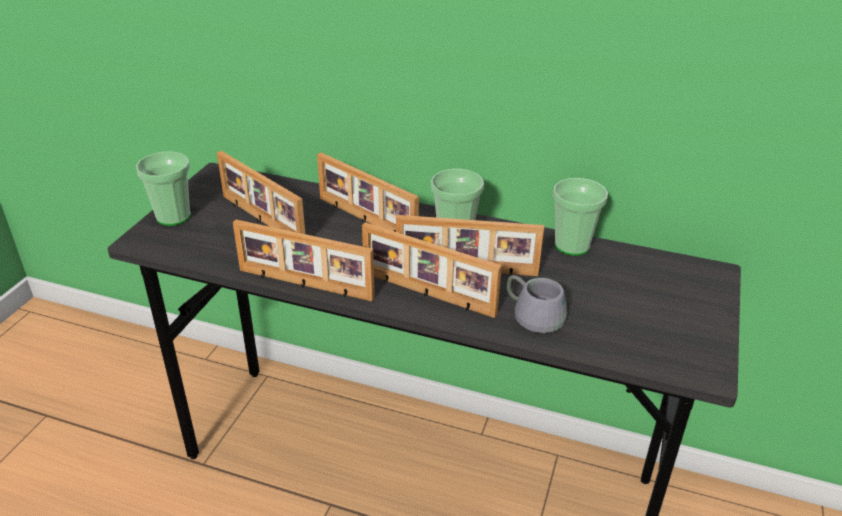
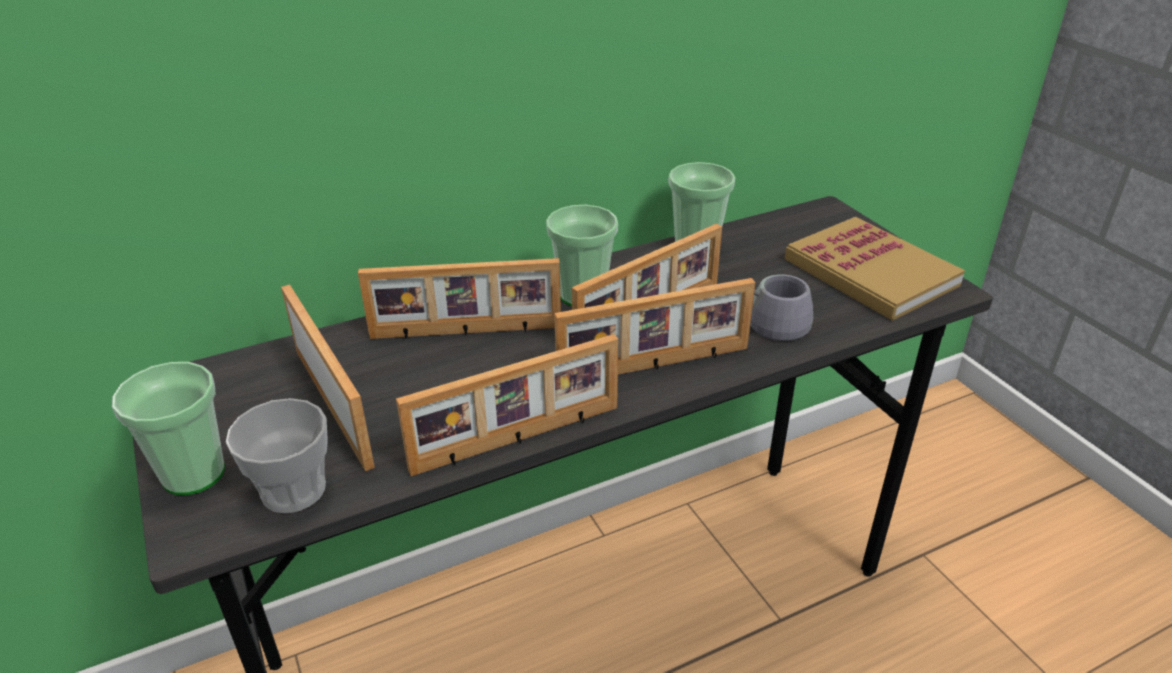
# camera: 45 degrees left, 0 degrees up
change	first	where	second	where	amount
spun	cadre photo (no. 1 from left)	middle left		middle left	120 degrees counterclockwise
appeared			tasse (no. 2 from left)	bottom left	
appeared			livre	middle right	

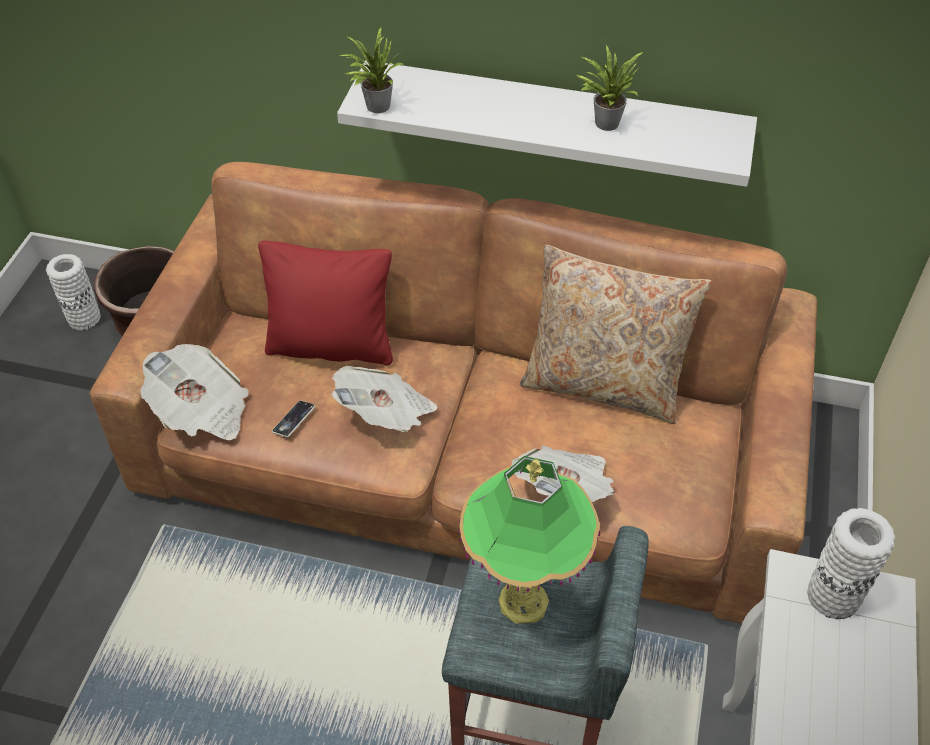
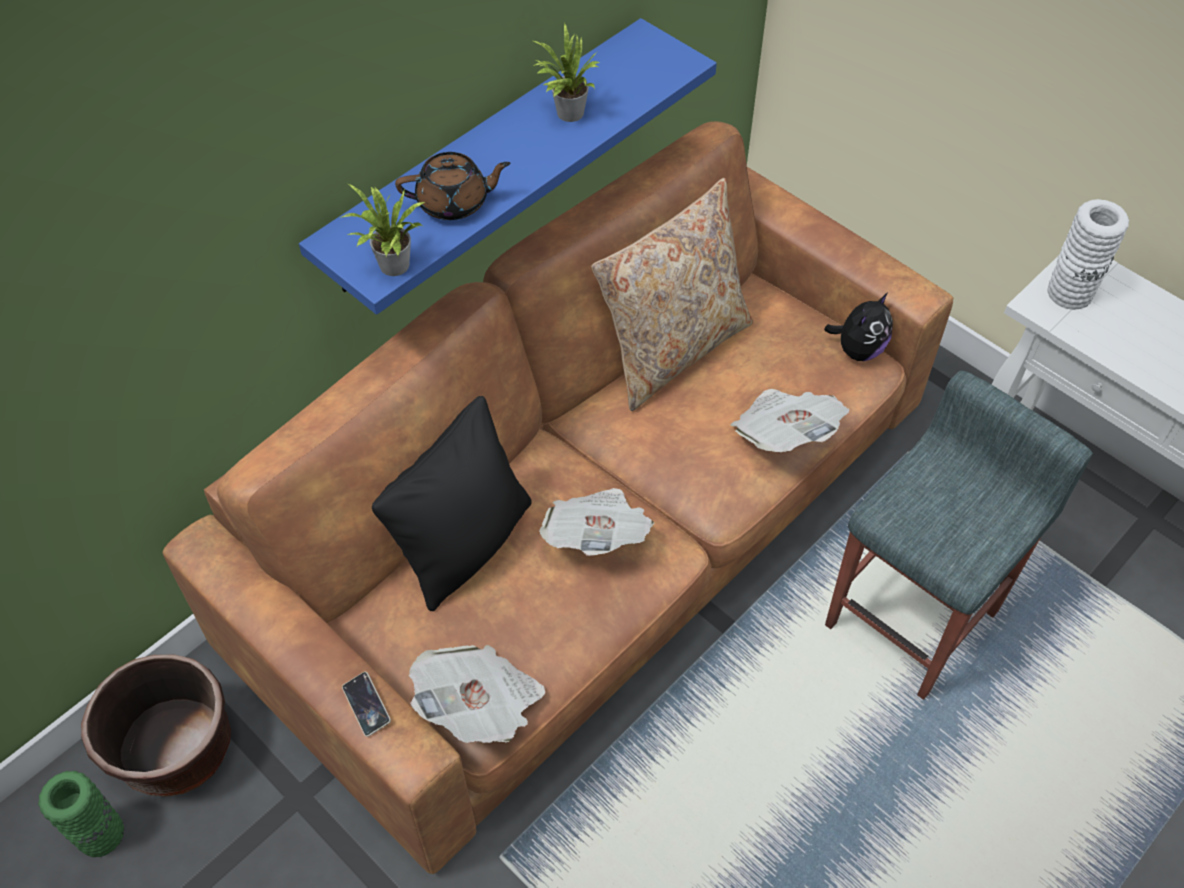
# camera: 60 degrees left, 5 degrees up
change	first	where	second	where	amount
colour	vase [blanc] (no. 1 from left)	middle left	vase [vert]	bottom left	
colour	coussin [rouge]	centre	coussin [noir]	centre	
relocated	téléphone	middle left		bottom left	
colour	étagère [blanc]	top centre	étagère [bleu]	top centre	
missing	lampe de table	bottom centre			
appeared			théière [marron]	top centre	
appeared			peluche	middle right	

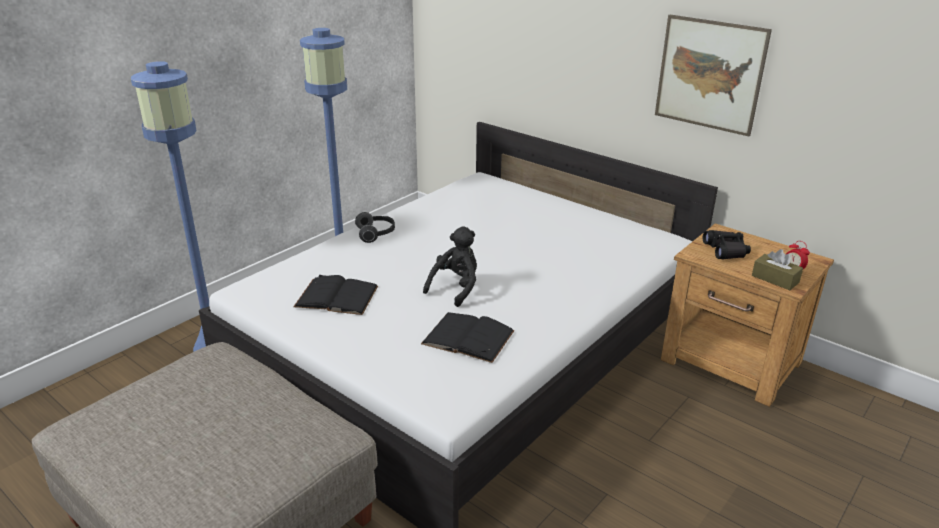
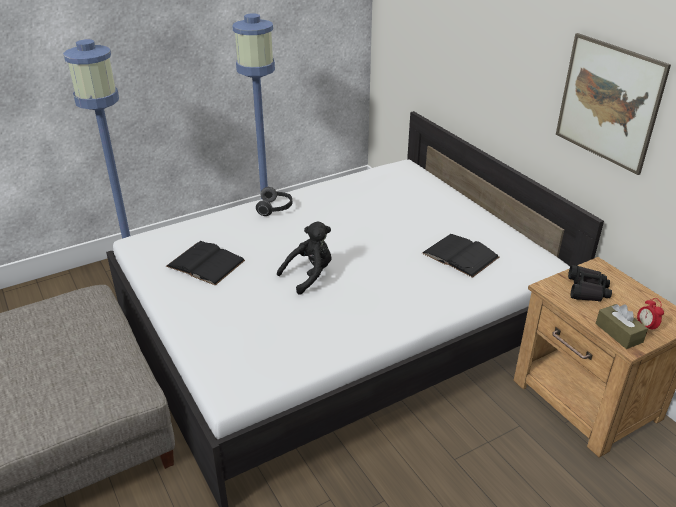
# camera: 20 degrees right, 5 degrees up
change	first	where	second	where	amount
relocated	livre [noir] (no. 2 from left)	centre		middle right	

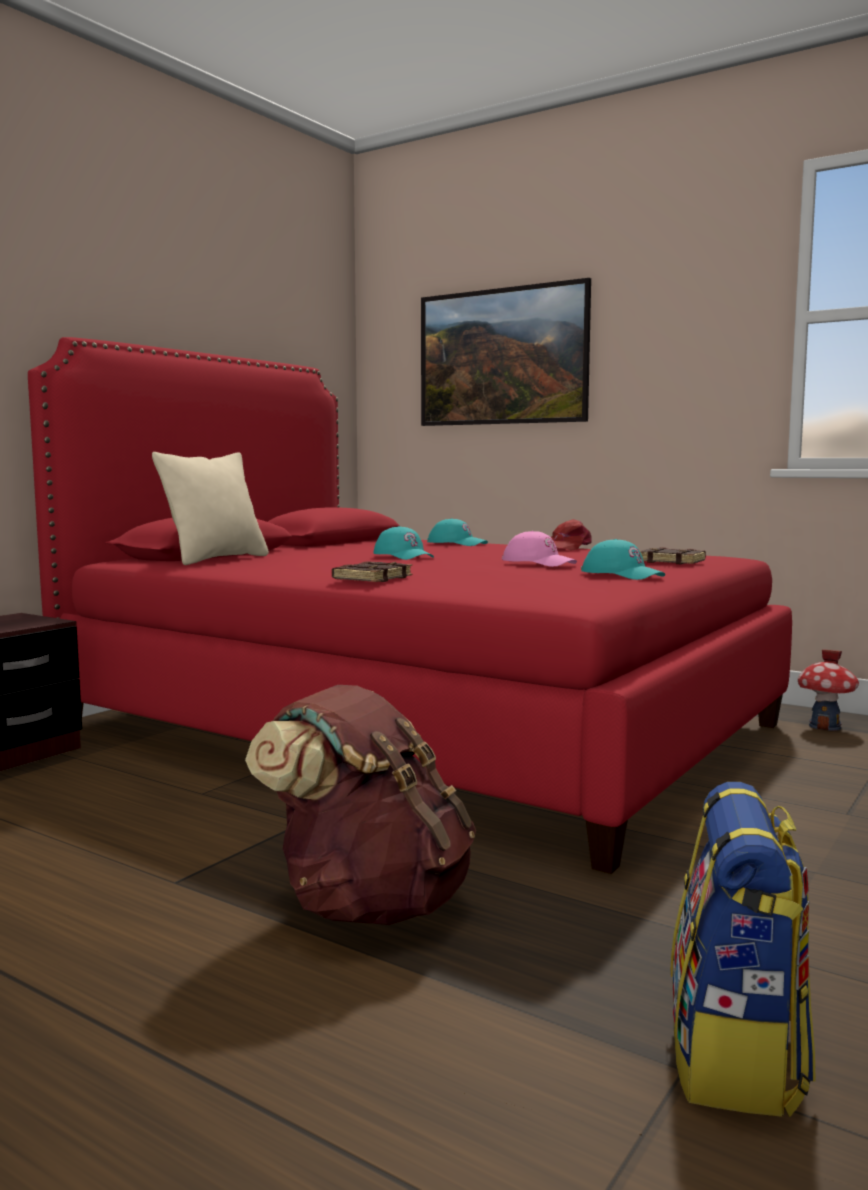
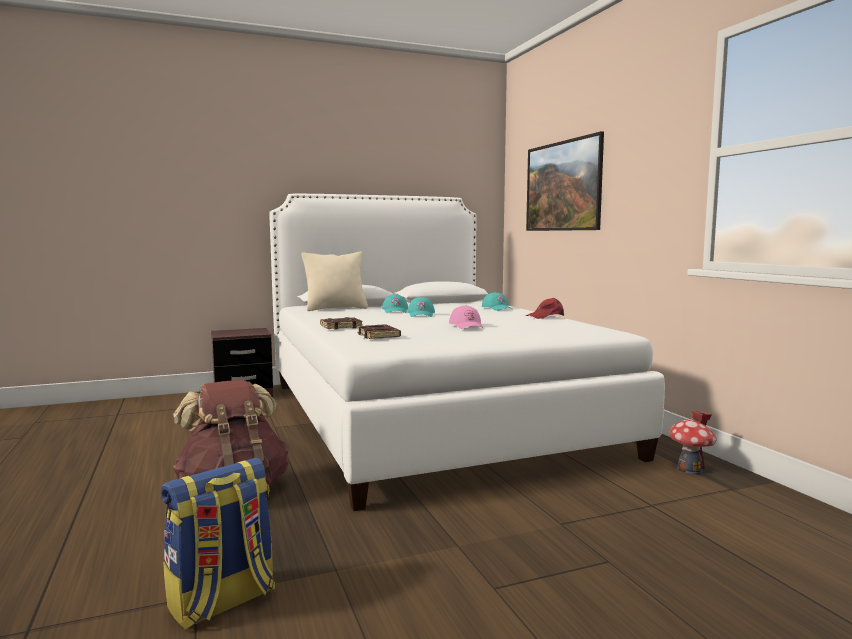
# camera: 35 degrees right, 0 degrees up
change	first	where	second	where	amount
colour	lit [rouge]	centre	lit [blanc]	centre	
relocated	casquette [turquoise] (no. 3 from left in the first image)	middle right	casquette [turquoise] (no. 1 from left)	centre	
relocated	livre [marron] (no. 2 from left)	middle right		centre	

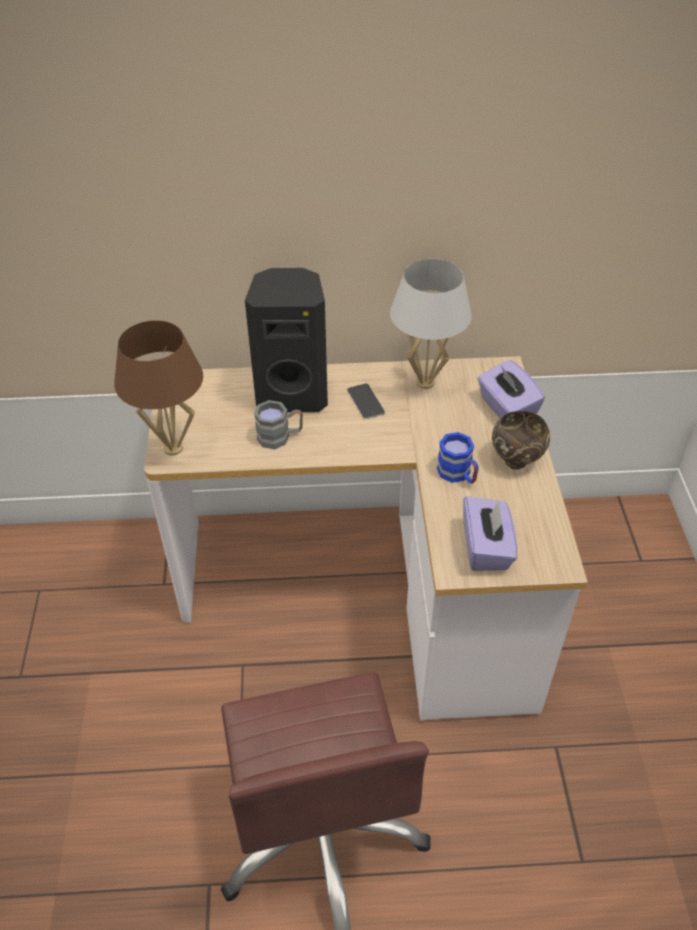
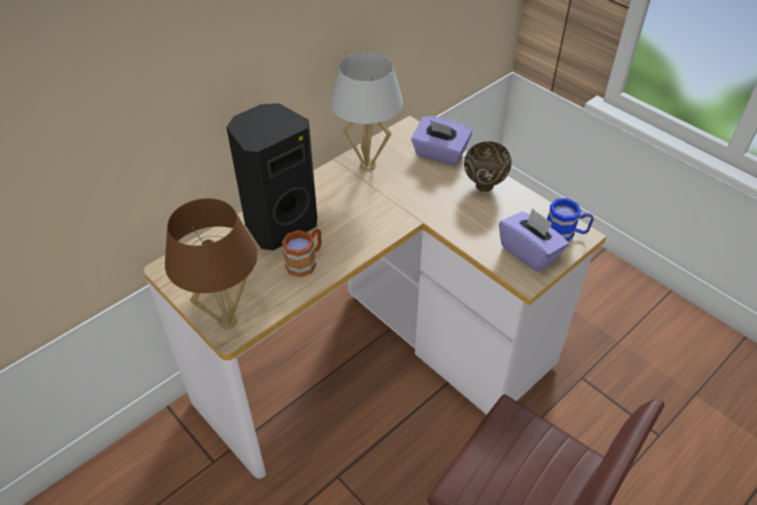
# camera: 40 degrees left, 0 degrees up
change	first	where	second	where	amount
colour	mug [gris]	centre	mug [marron]	centre	
missing	téléphone	centre			
relocated	mug [bleu]	centre		middle right	

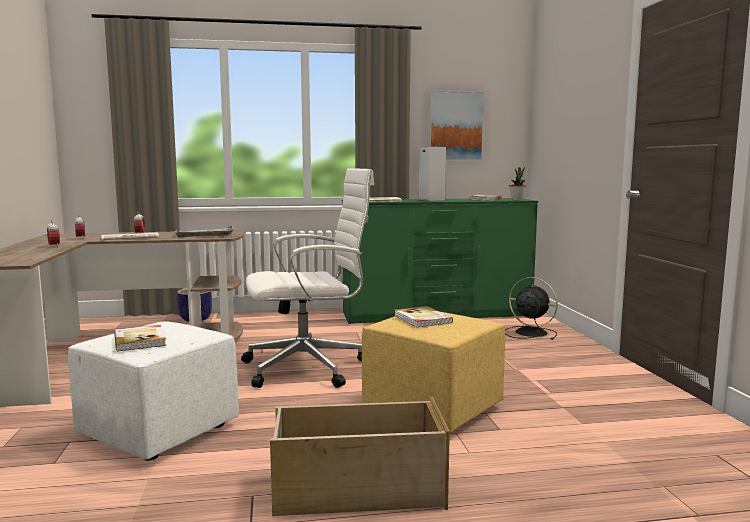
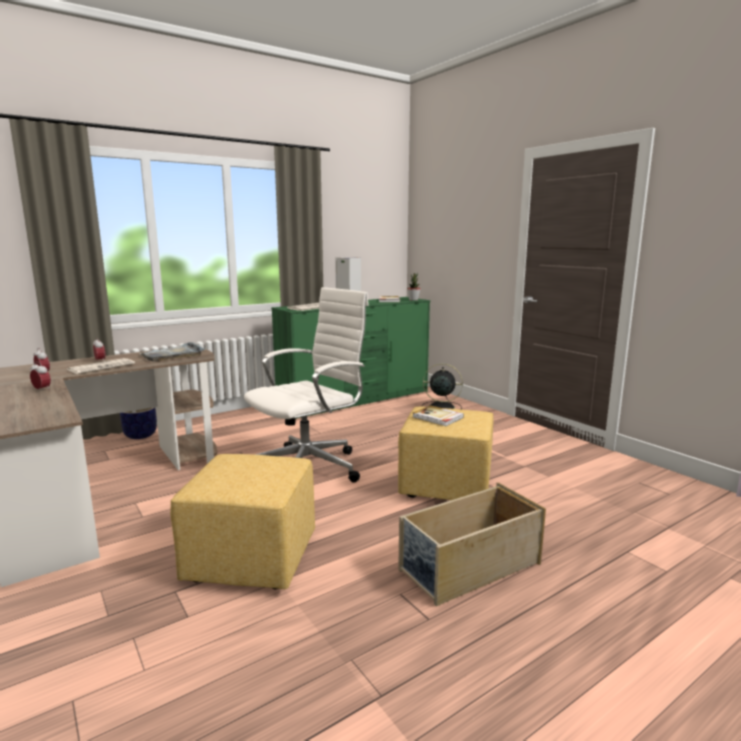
# camera: 25 degrees left, 5 degrees up
change	first	where	second	where	amount
colour	pouf [blanc]	bottom left	pouf [jaune] (no. 1 from left)	bottom left	
missing	livre (no. 1 from left)	middle left			
missing	tableau	top centre			

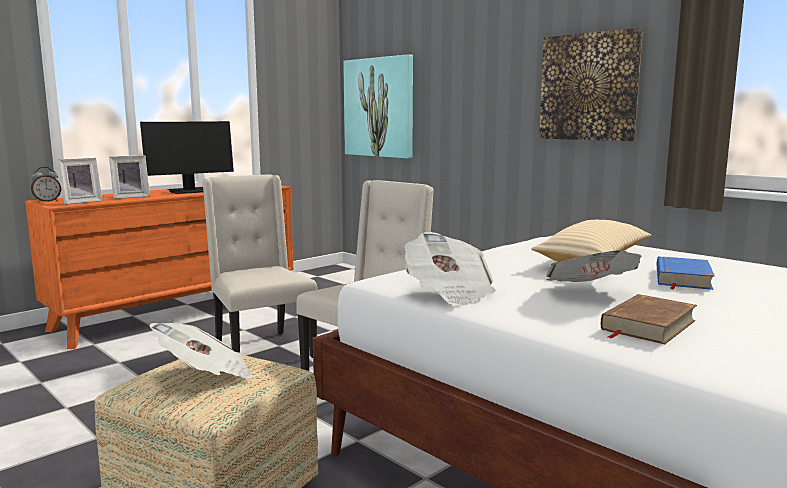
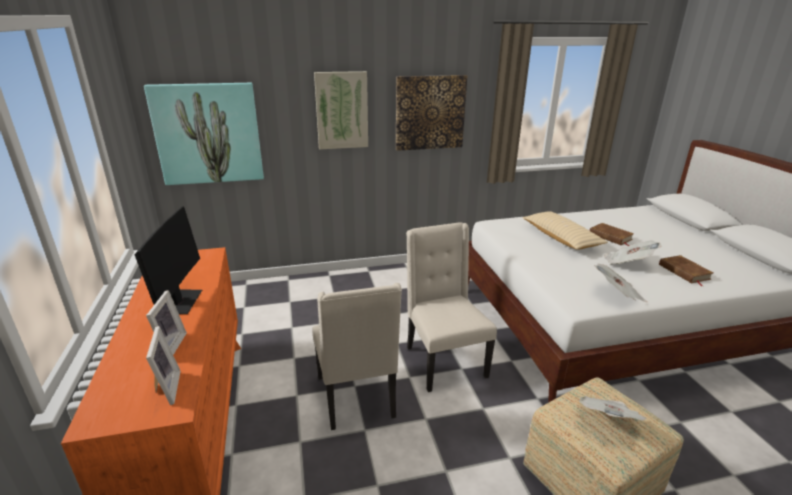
# camera: 60 degrees left, 15 degrees up
change	first	where	second	where	amount
missing	réveil	middle left			
spun	chaise [beige] (no. 1 from left)	middle left		bottom centre	105 degrees counterclockwise
colour	livre [bleu]	middle right	livre [marron] (no. 1 from left)	middle right	
appeared			tableau (no. 2 from left)	top centre	

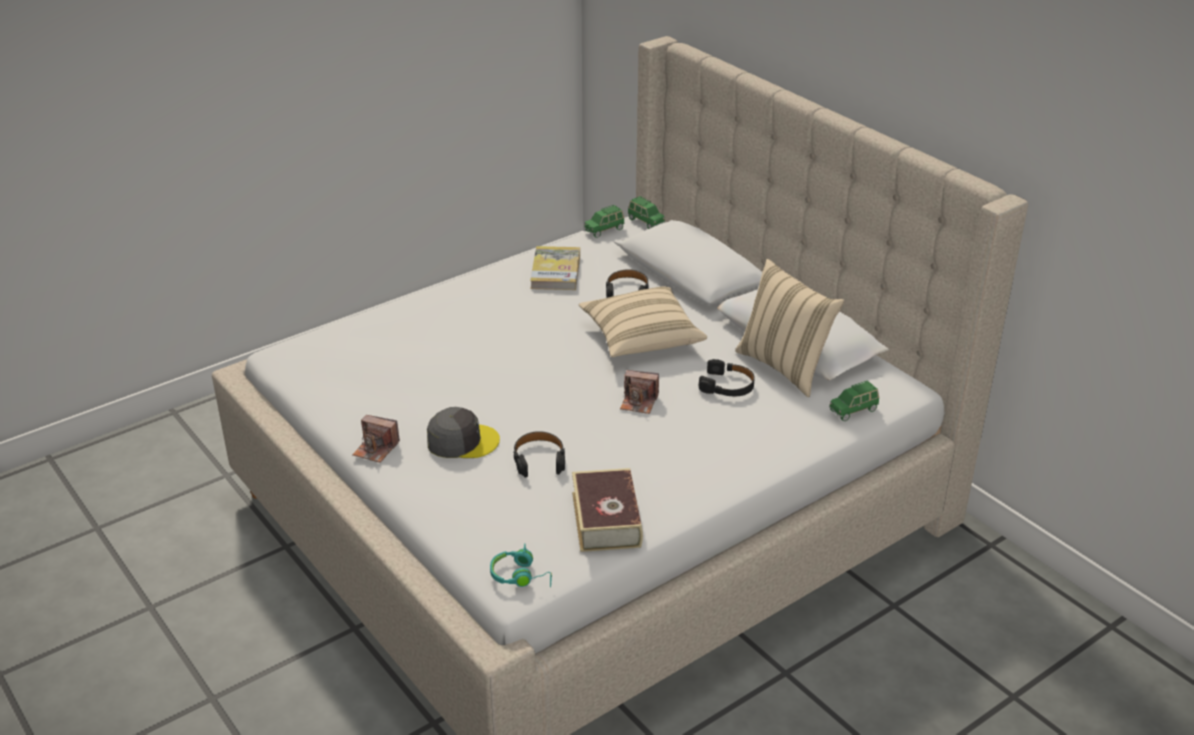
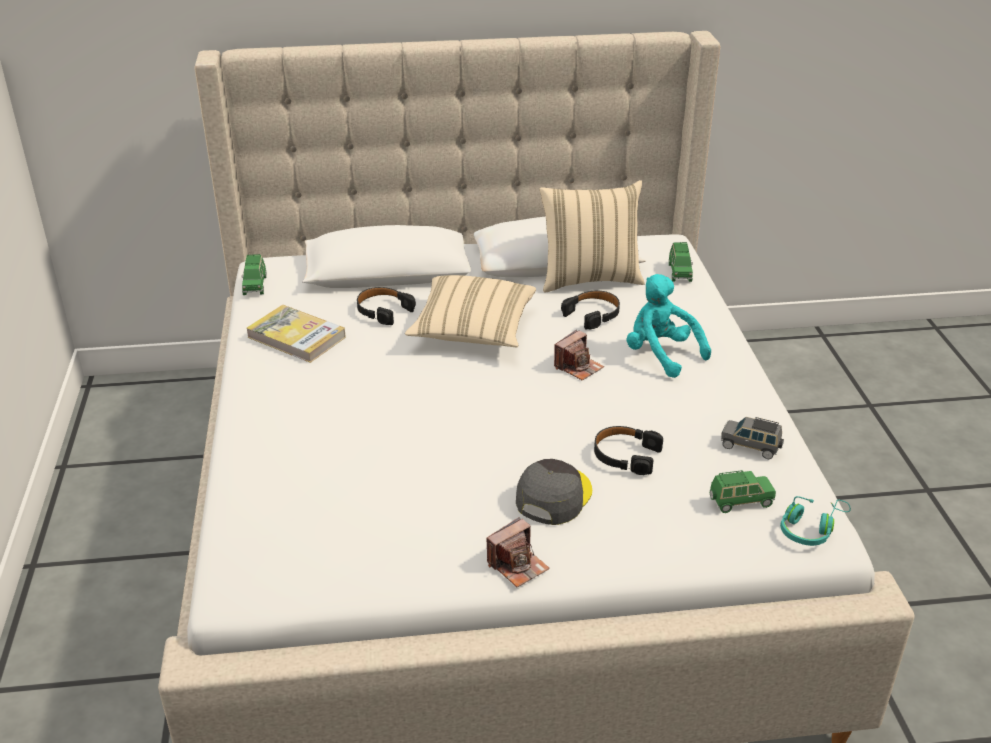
# camera: 60 degrees left, 0 degrees up
change	first	where	second	where	amount
exchanged	livre (no. 2 from left)	bottom centre	petite voiture [gris]	middle right	
relocated	petite voiture [vert] (no. 2 from left in the first image)	top centre	petite voiture [vert] (no. 3 from left)	middle right	
appeared			peluche [turquoise]	middle right	

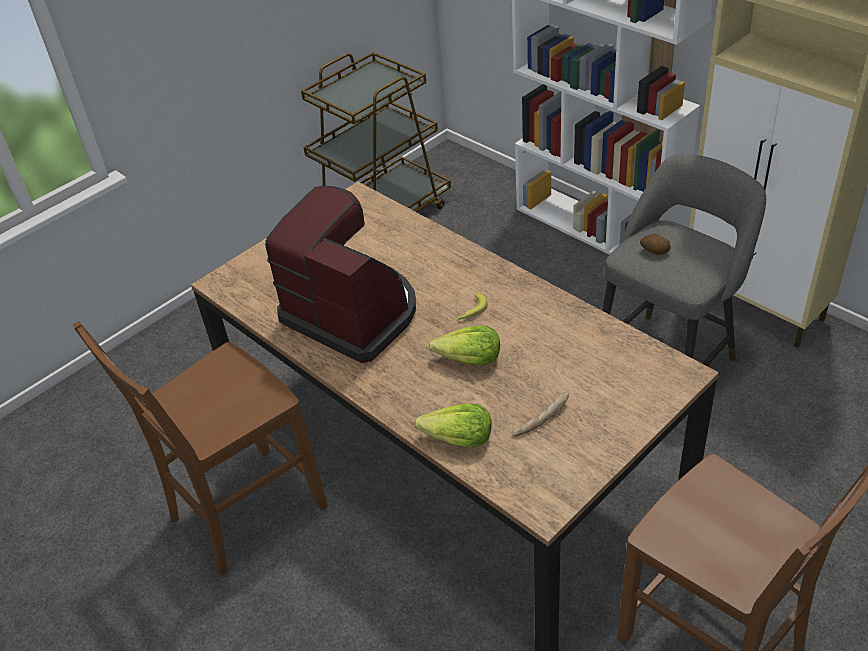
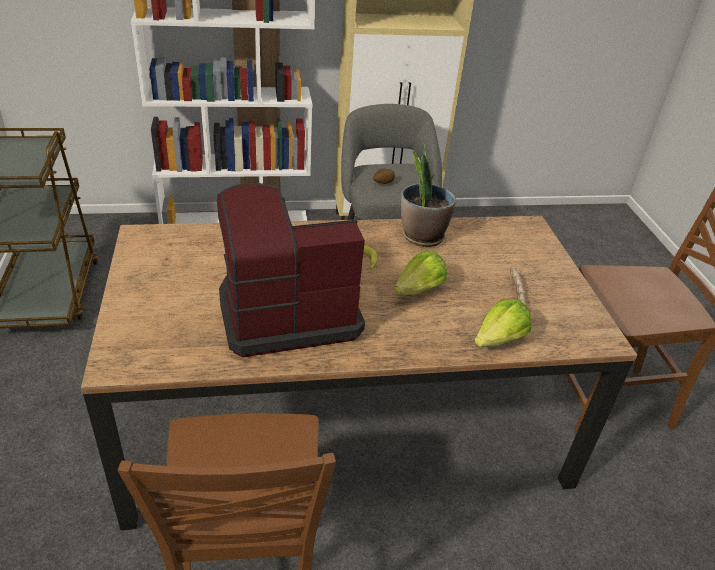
# camera: 60 degrees left, 5 degrees down
change	first	where	second	where	amount
appeared			plante en pot	centre	

